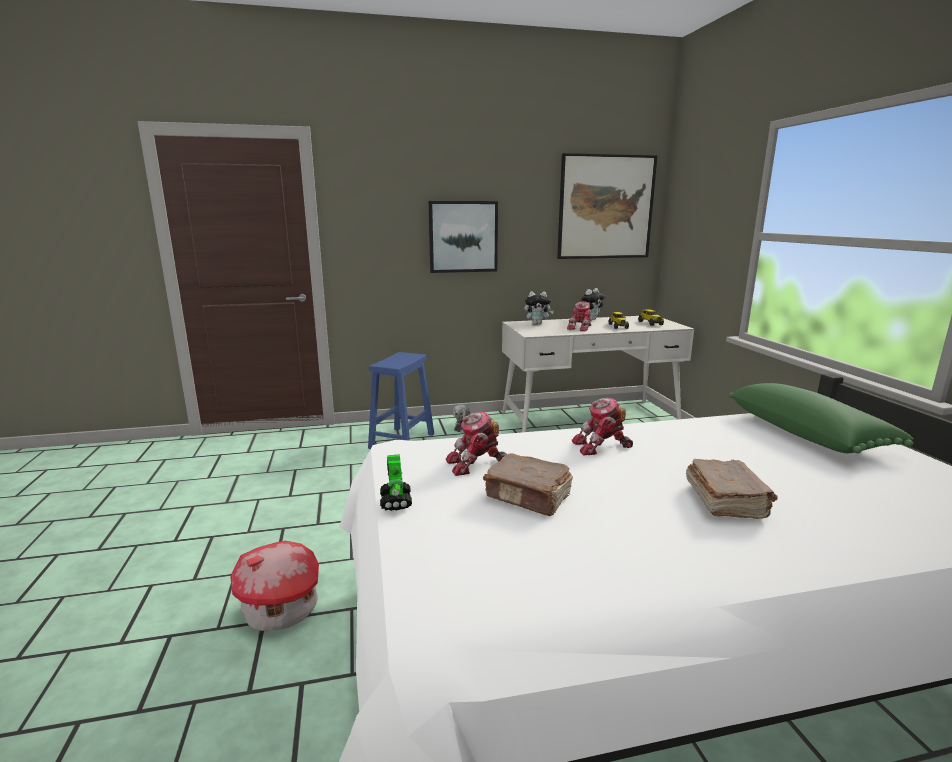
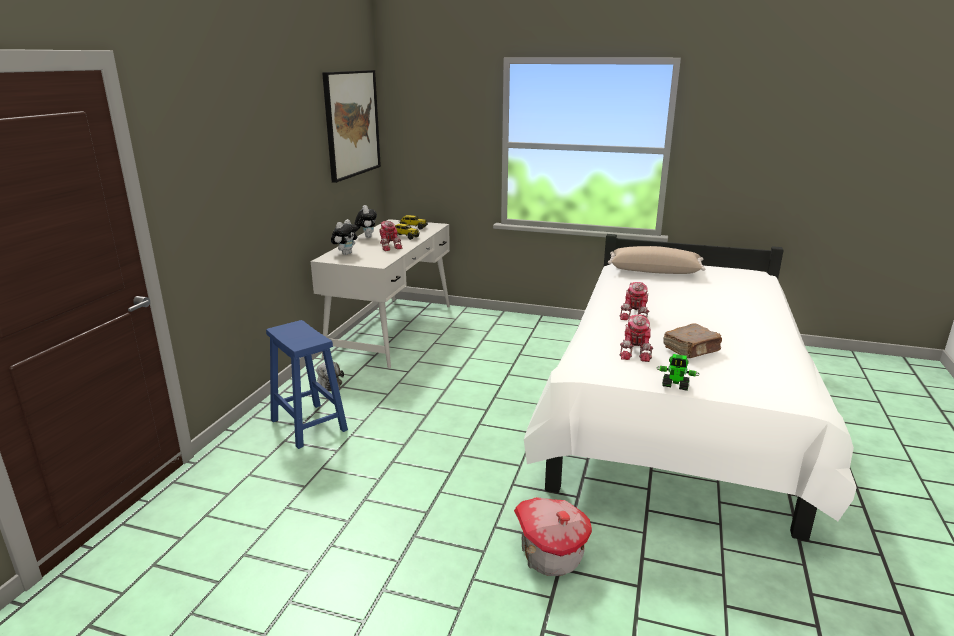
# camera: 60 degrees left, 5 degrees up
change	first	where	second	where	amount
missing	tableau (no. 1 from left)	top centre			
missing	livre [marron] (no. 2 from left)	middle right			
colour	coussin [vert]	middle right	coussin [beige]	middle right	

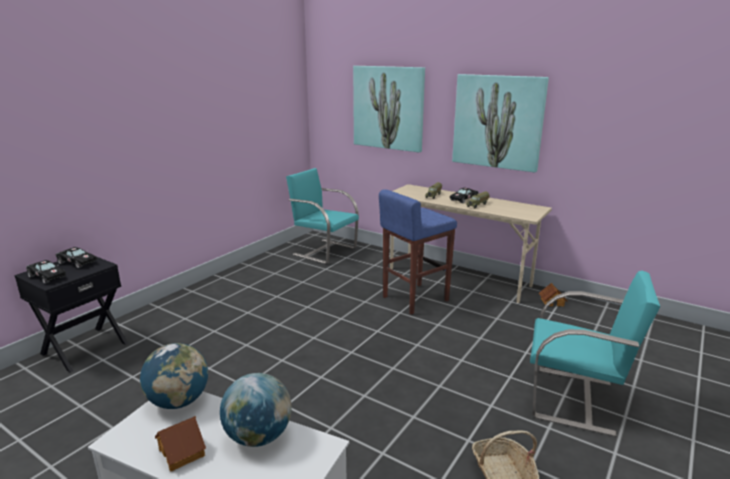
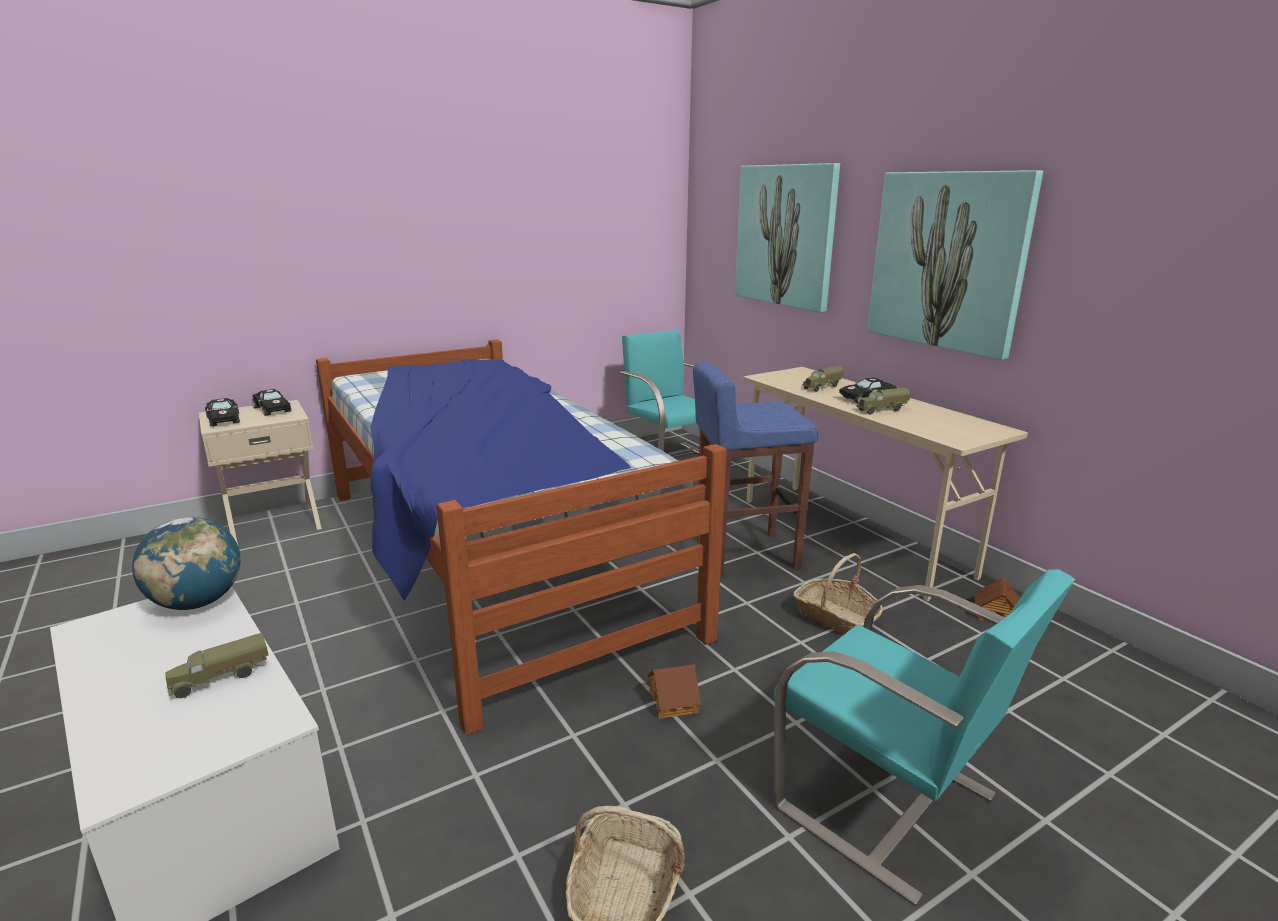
# camera: 25 degrees right, 0 degrees up
change	first	where	second	where	amount
colour	table de chevet [noir]	middle left	table de chevet [beige]	middle left	
relocated	maison miniature (no. 1 from left)	bottom left		bottom centre	
exchanged	globe (no. 2 from left)	bottom centre	camion jouet (no. 1 from left)	bottom left	
appeared			lit	centre	
appeared			panier (no. 2 from left)	centre	

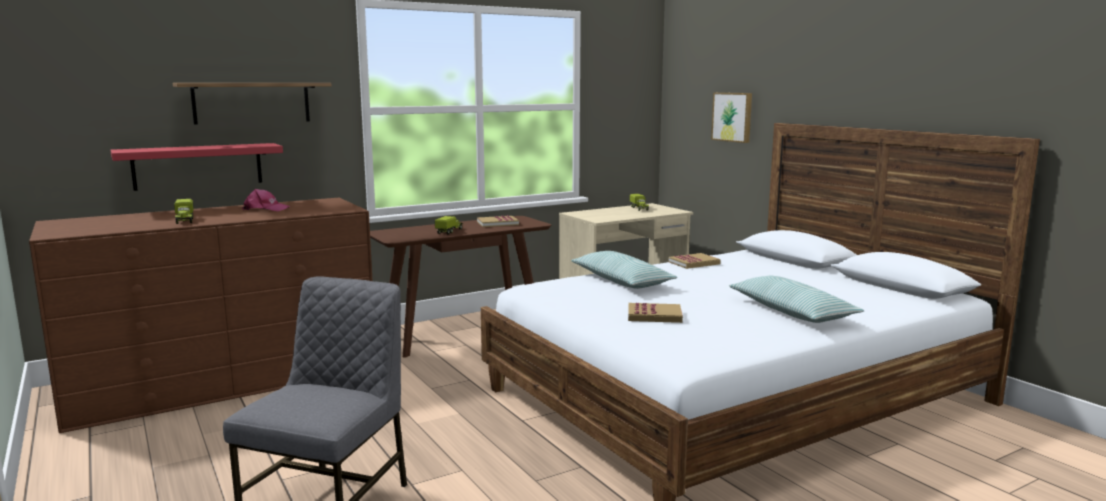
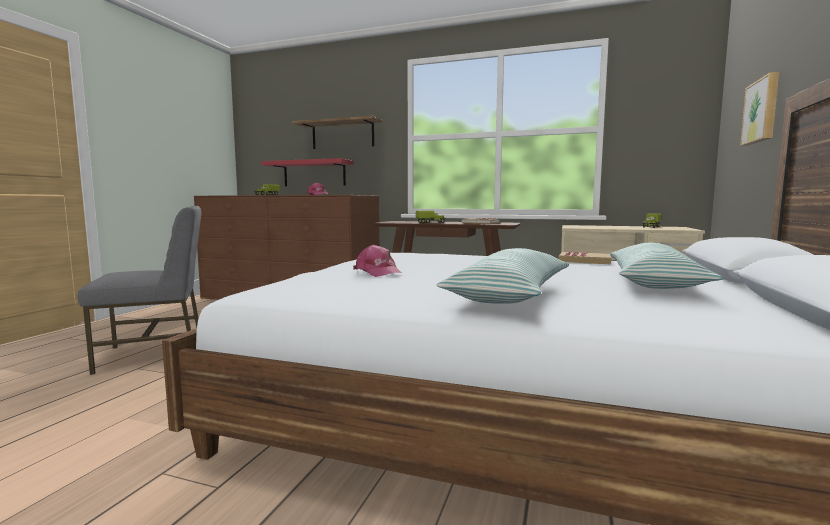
# camera: 50 degrees right, 5 degrees down
change	first	where	second	where	amount
relocated	coussin (no. 1 from left in the first image)	centre	coussin (no. 2 from left)	middle right	
exchanged	livre (no. 2 from left)	centre	casquette [rose] (no. 2 from left)	centre	

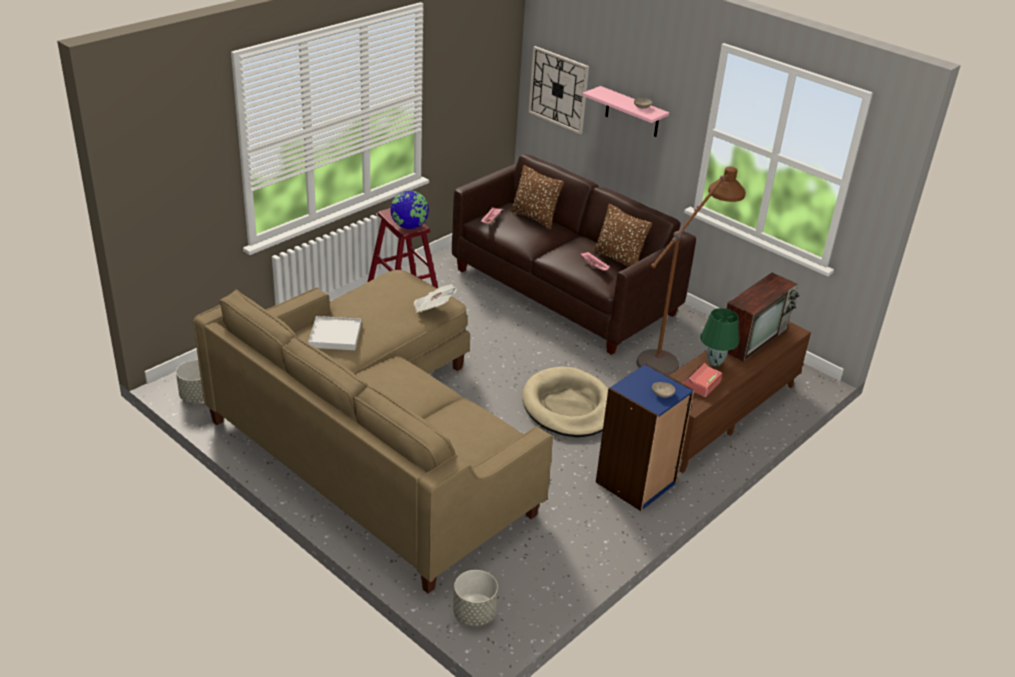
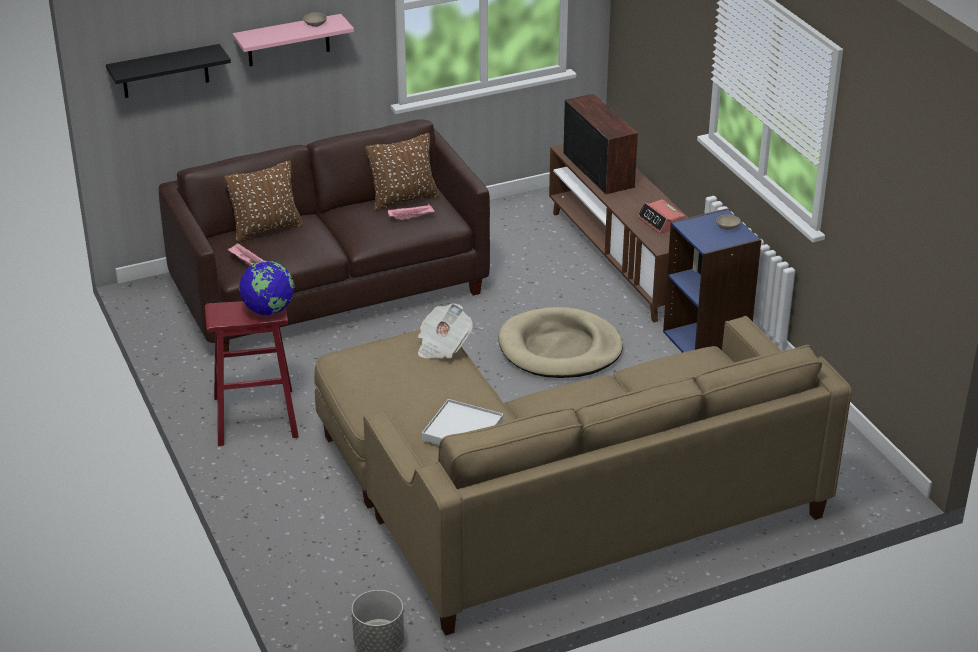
# camera: 65 degrees left, 0 degrees up
change	first	where	second	where	amount
missing	cache-pot [gris] (no. 2 from left)	bottom centre			
exchanged	horloge murale	top centre	étagère [noir]	top left	
missing	lampadaire [marron]	middle right			
missing	lampe de table [vert]	middle right			

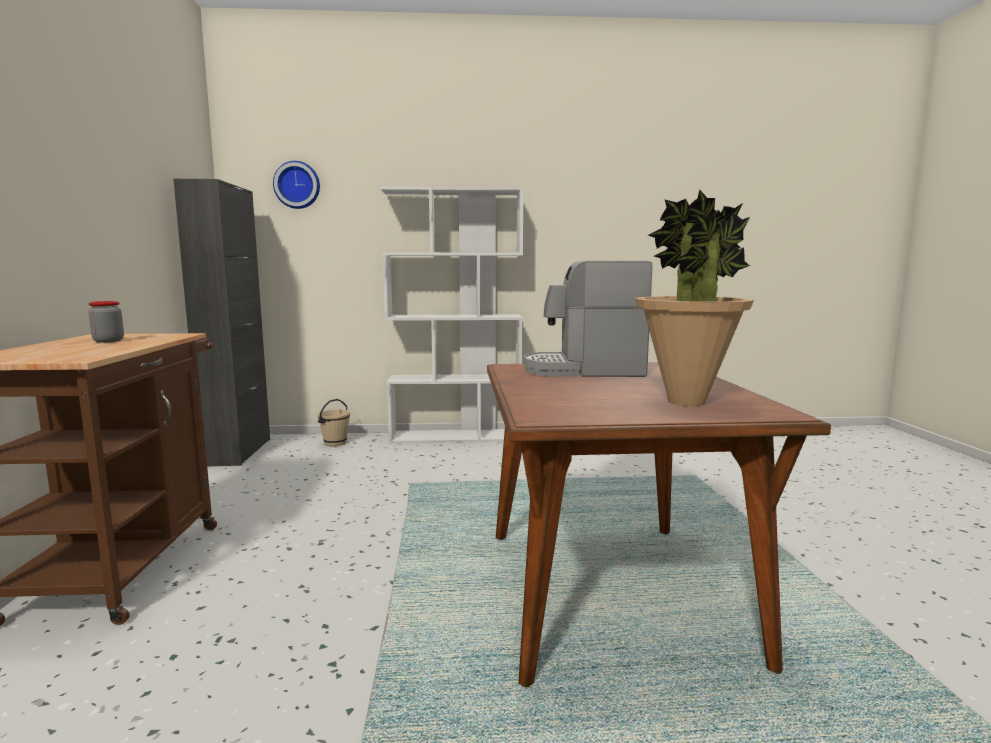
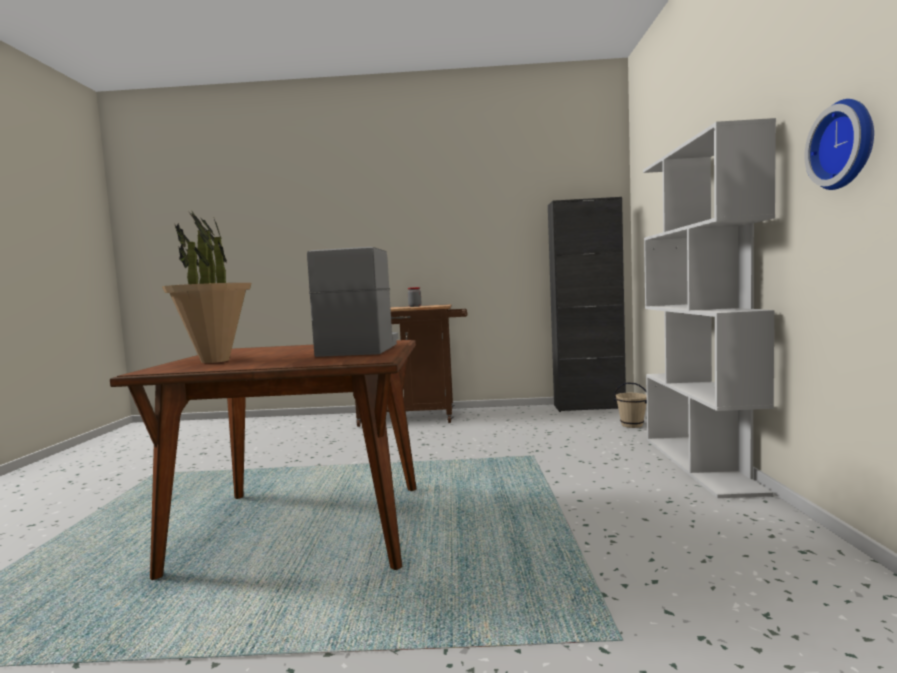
# camera: 95 degrees right, 5 degrees down
change	first	where	second	where	amount
relocated	horloge murale	top left		top right	

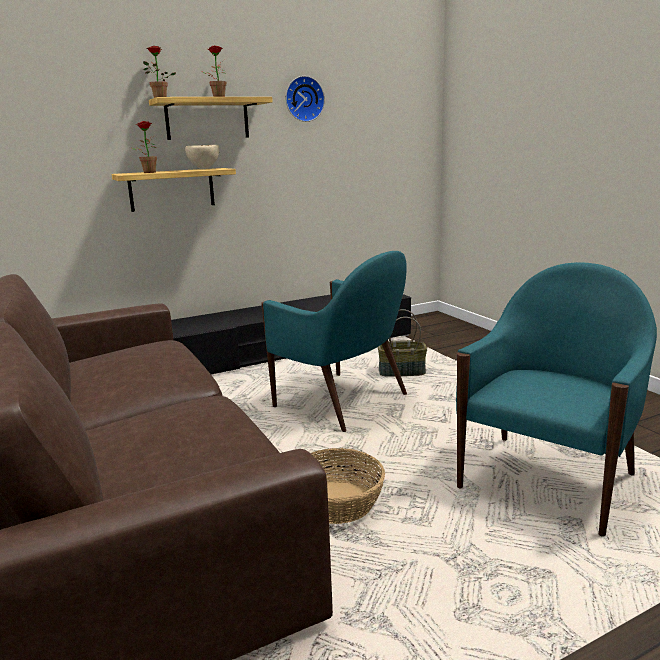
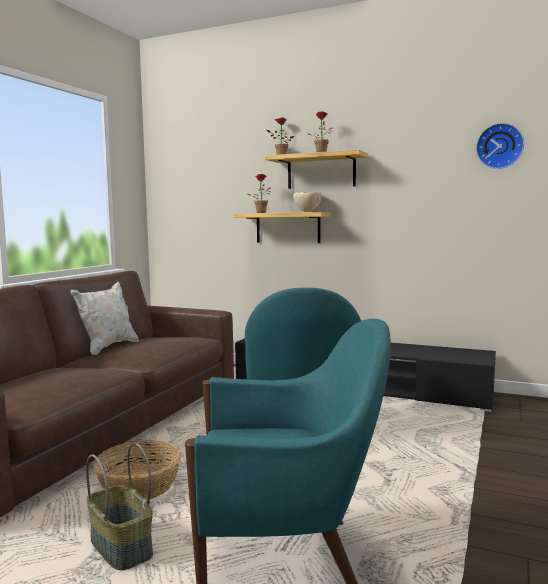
# camera: 50 degrees right, 10 degrees down
change	first	where	second	where	amount
relocated	horloge murale	top centre		top right	
relocated	panier (no. 2 from left in the first image)	centre	panier (no. 1 from left)	bottom left	
appeared			coussin [blanc]	middle left	

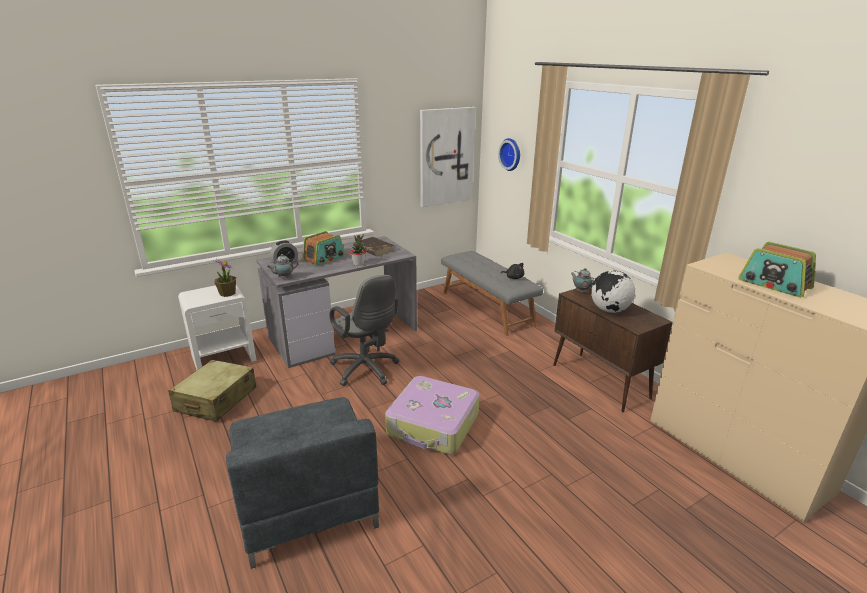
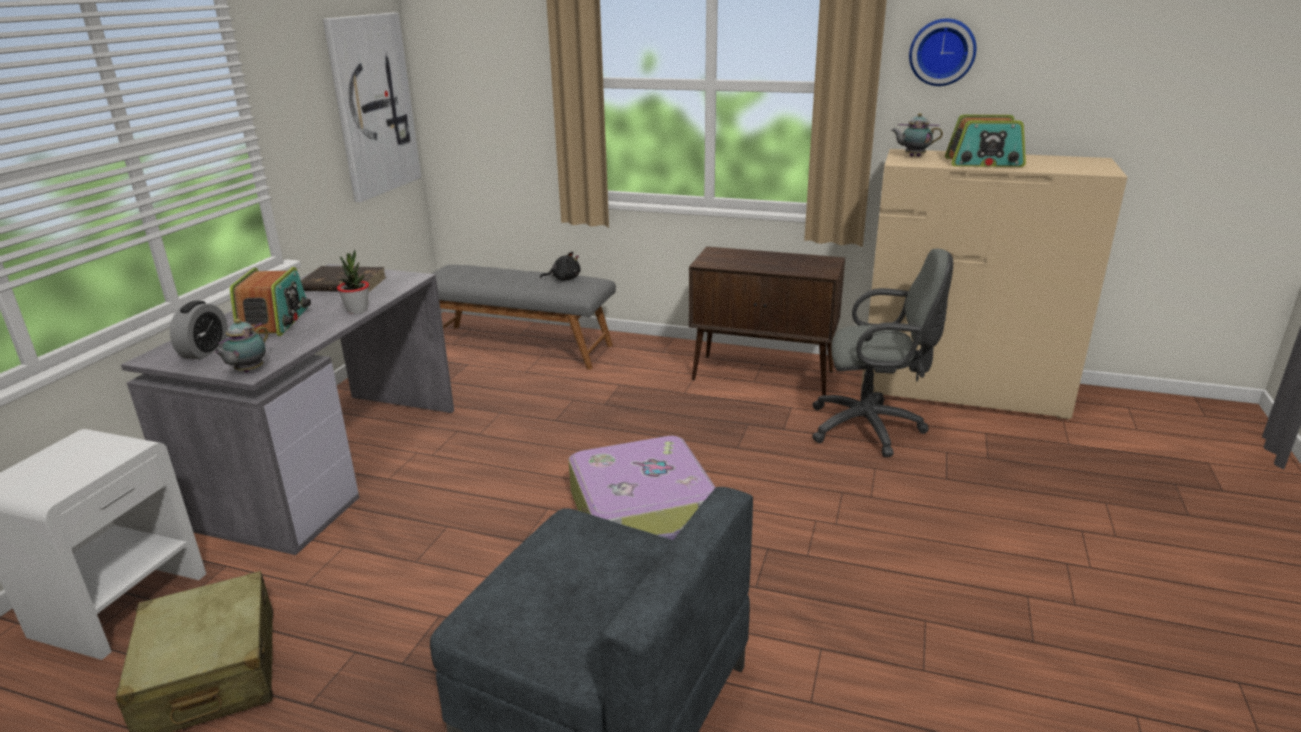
# camera: 40 degrees left, 0 degrees up
change	first	where	second	where	amount
missing	plante en pot (no. 1 from left)	middle left			
relocated	chaise de bureau [gris]	centre		middle right	
relocated	horloge murale	top centre		top right	
relocated	théière (no. 2 from left)	middle right		top right	
missing	globe	middle right			

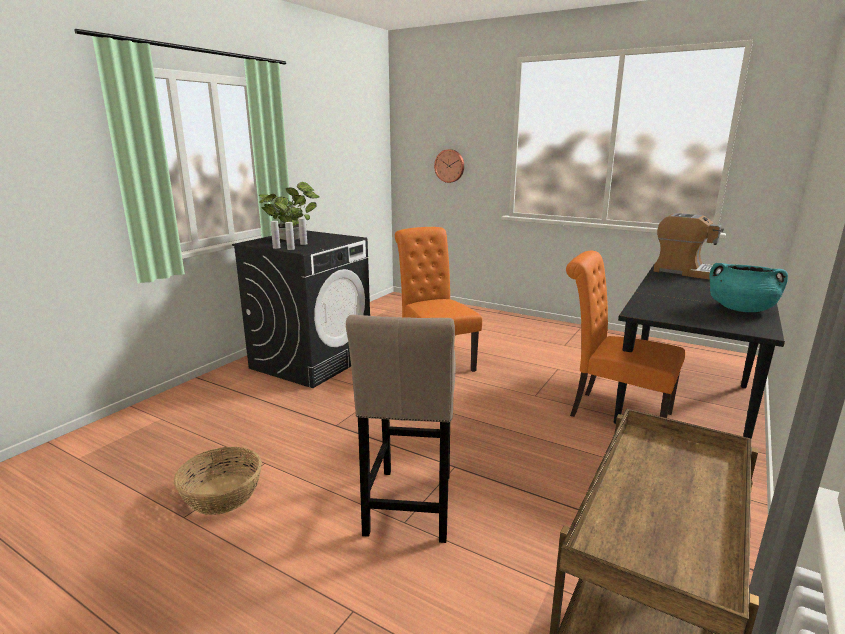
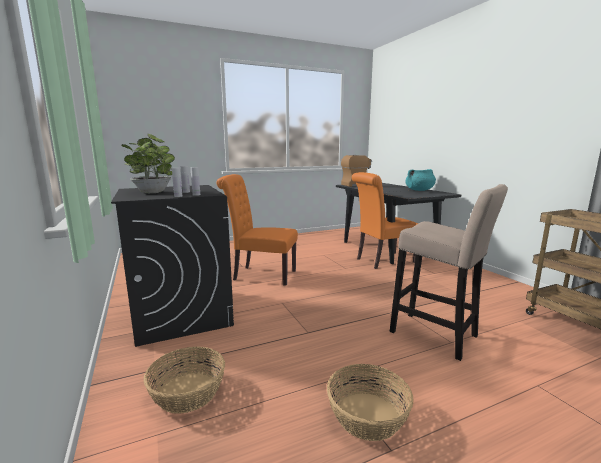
# camera: 55 degrees left, 5 degrees down
change	first	where	second	where	amount
missing	horloge murale	top centre			
appeared			panier (no. 1 from left)	bottom left	

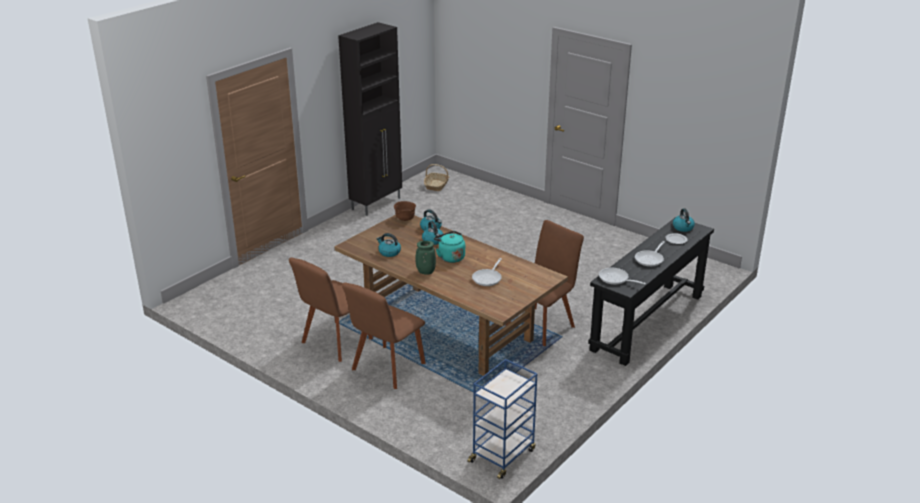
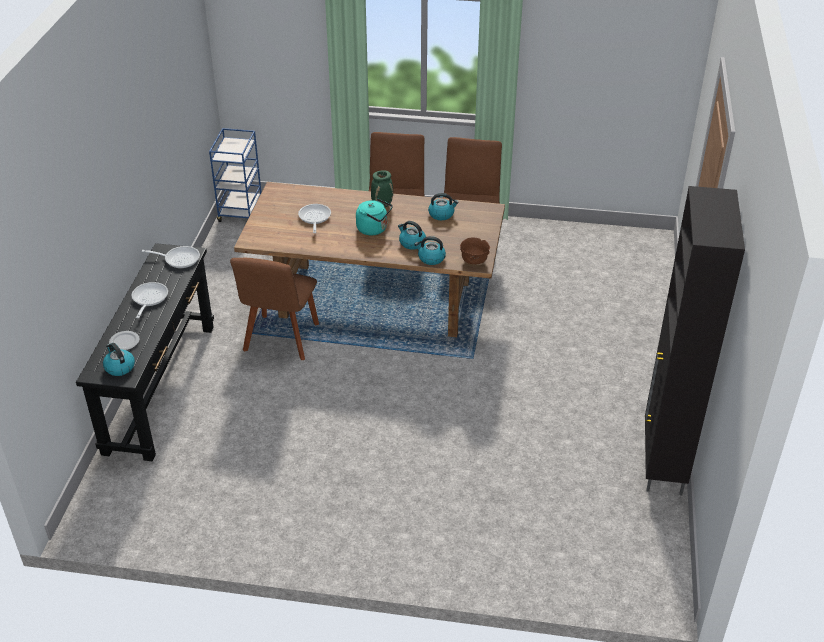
# camera: 150 degrees right, 10 degrees up
change	first	where	second	where	amount
missing	panier	centre			

